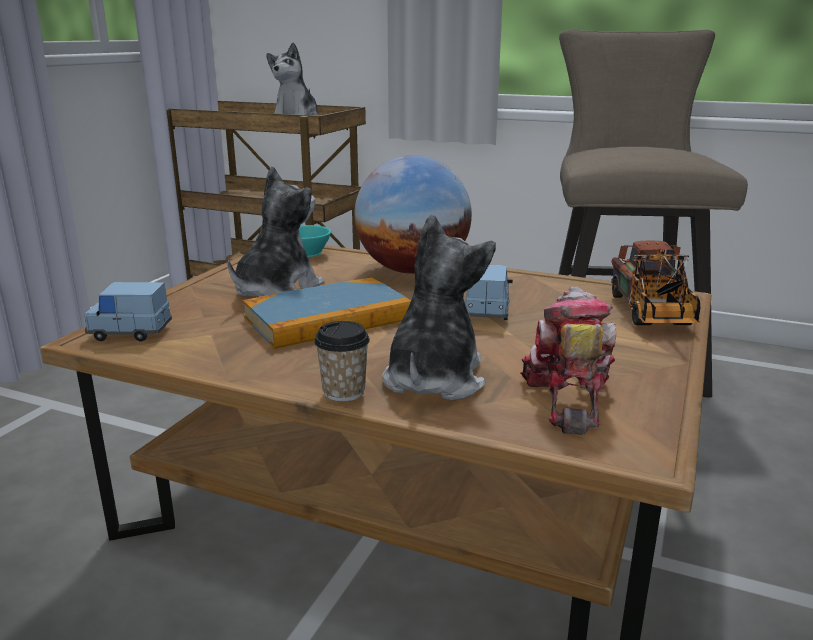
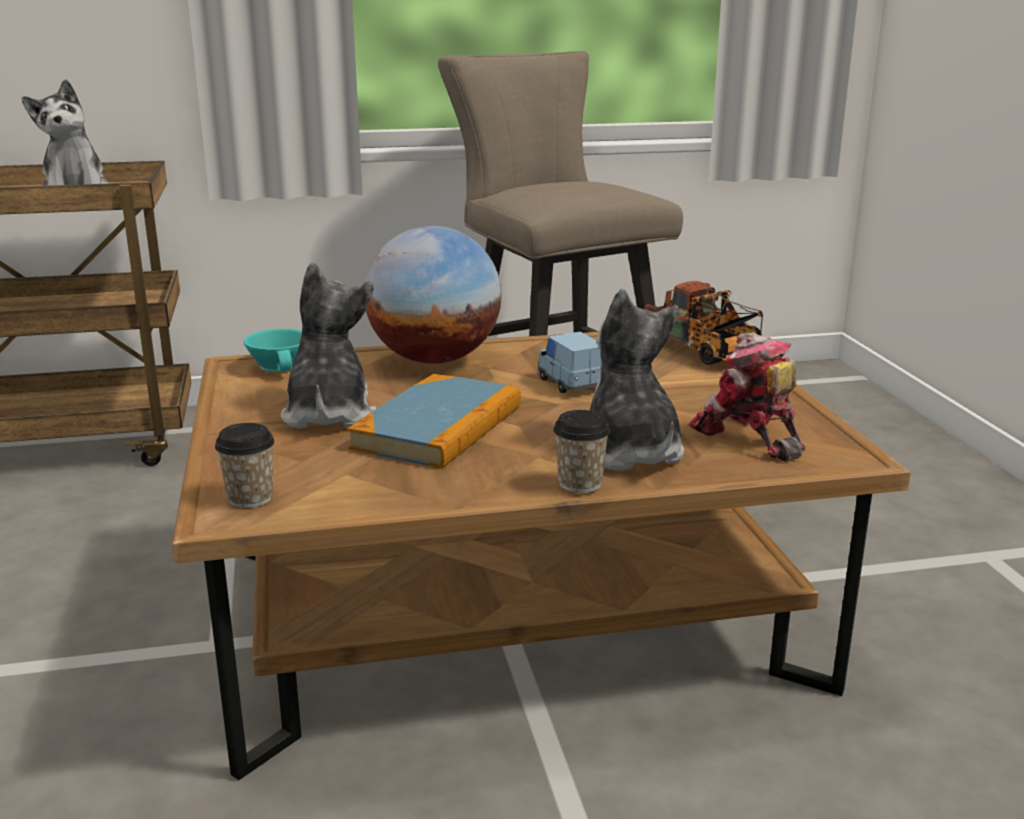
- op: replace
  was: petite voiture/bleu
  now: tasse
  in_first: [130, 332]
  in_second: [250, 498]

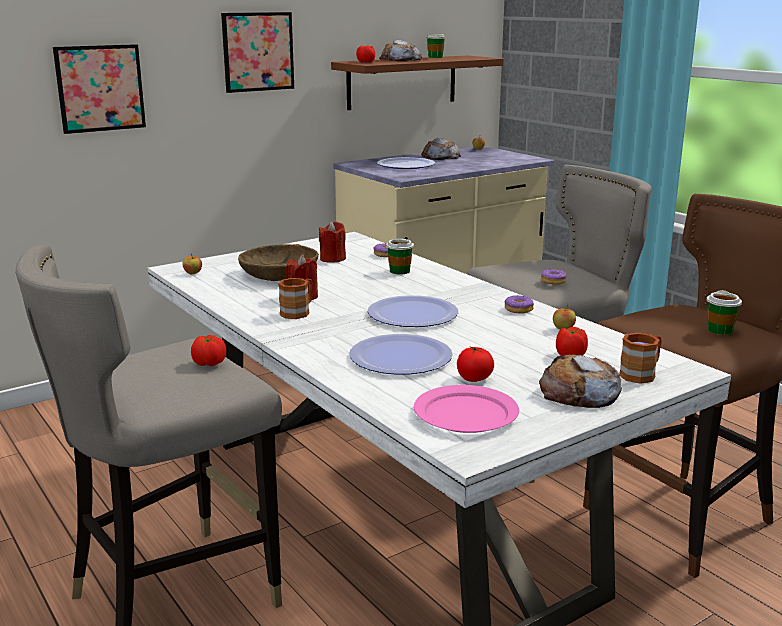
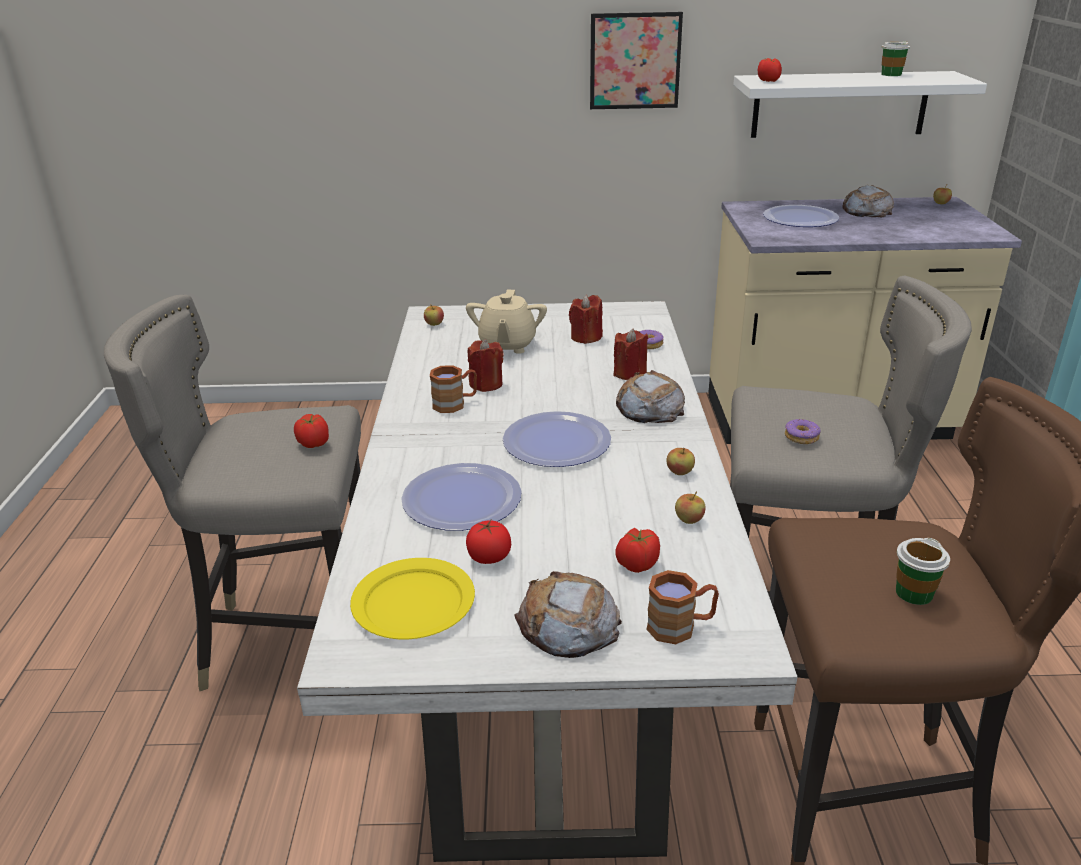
- op: delete
  was: tableau
  in_first: [100, 88]
- op: move
  was: pain
  in_first: [400, 60]
  in_second: [649, 407]
- op: replace
  was: bol/marron
  now: théière/beige
  in_first: [279, 274]
  in_second: [507, 345]
- op: replace
  was: tasse
  now: bougie/rouge
  in_first: [399, 271]
  in_second: [630, 374]
- op: replace
  was: beignet
  now: pomme
  in_first: [519, 309]
  in_second: [680, 472]
- op: recolor
  was: étagère/marron
  now: étagère/blanc
  in_first: [402, 82]
  in_second: [839, 104]
- op: recolor
  was: assiette/rose
  now: assiette/jaune
  in_first: [466, 414]
  in_second: [414, 603]

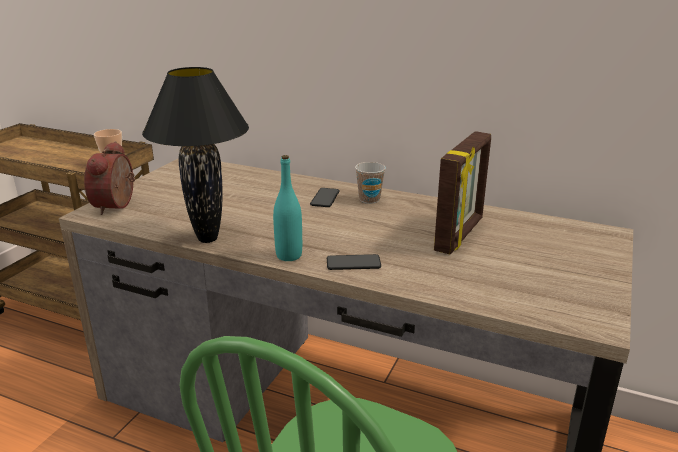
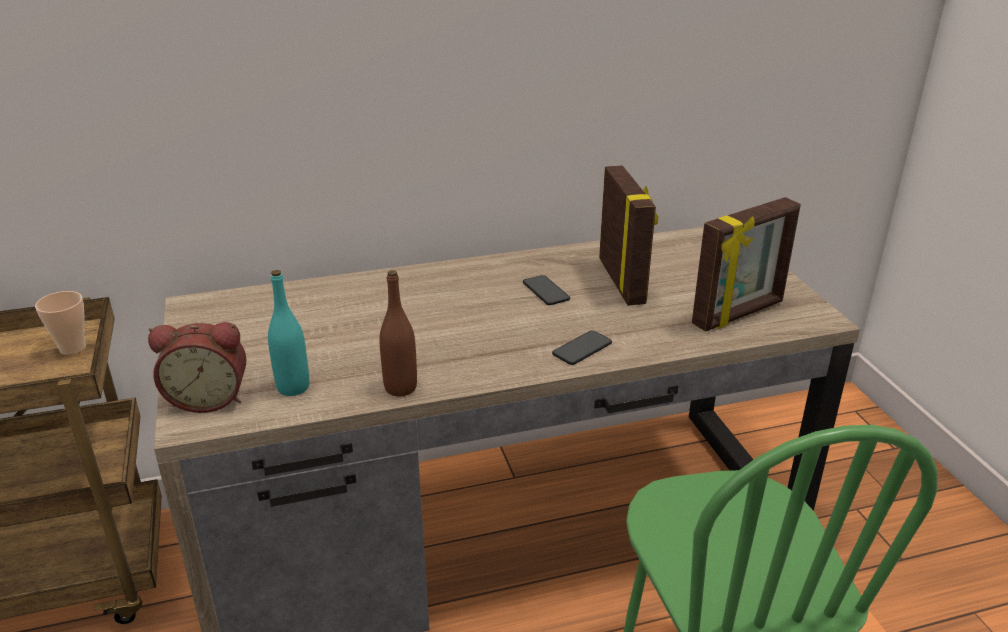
- op: delete
  was: tasse
  in_first: [369, 199]
- op: insert
  now: cadre photo
  in_second: [739, 314]
- op: move
  was: bouteille/turquoise
  in_first: [289, 255]
  in_second: [293, 387]
- op: move
  was: téléphone
  in_first: [325, 198]
  in_second: [546, 291]
- op: replace
  was: lampe de table/noir
  now: bouteille/marron
  in_first: [208, 239]
  in_second: [400, 388]
- op: rotate
  was: réveil
  in_first: [117, 206]
  in_second: [209, 398]
  clockwise: -60

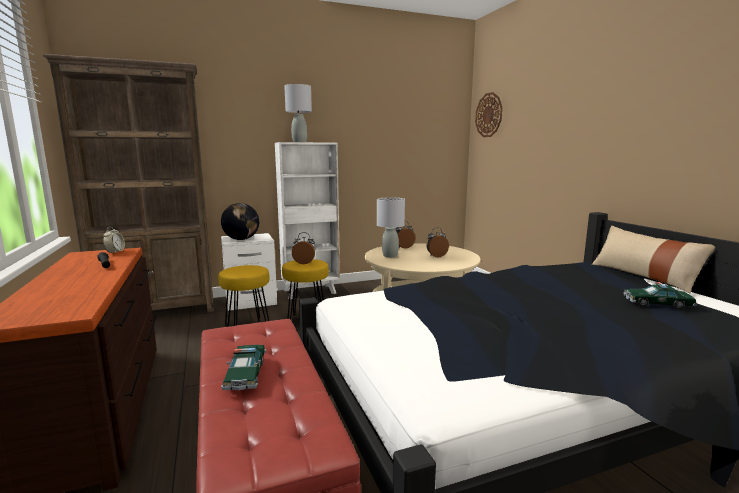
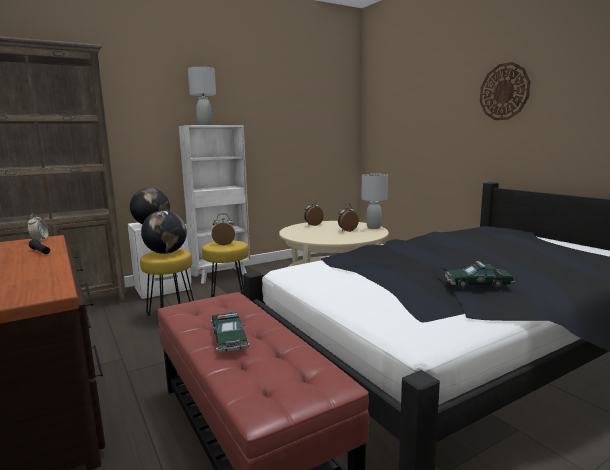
- op: delete
  was: coussin/beige
  in_first: [643, 276]
- op: insert
  now: globe
  in_second: [166, 252]
- op: move
  was: lampe de table/gris
  in_first: [389, 256]
  in_second: [373, 227]
- op: move
  was: horloge murale
  in_first: [489, 115]
  in_second: [504, 92]
- op: move
  was: petite voiture
  in_first: [657, 304]
  in_second: [477, 284]

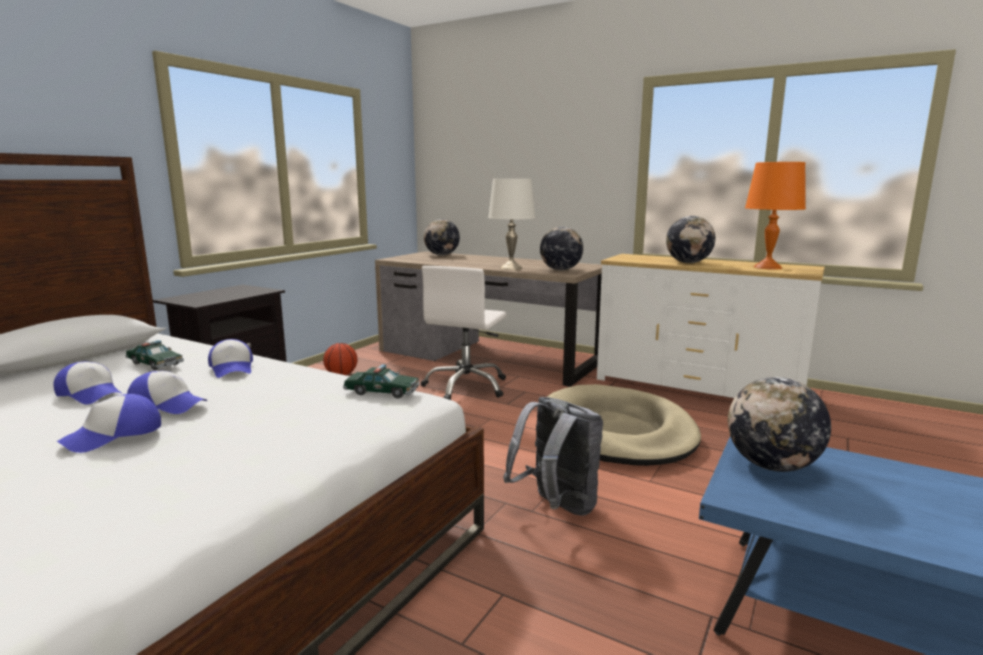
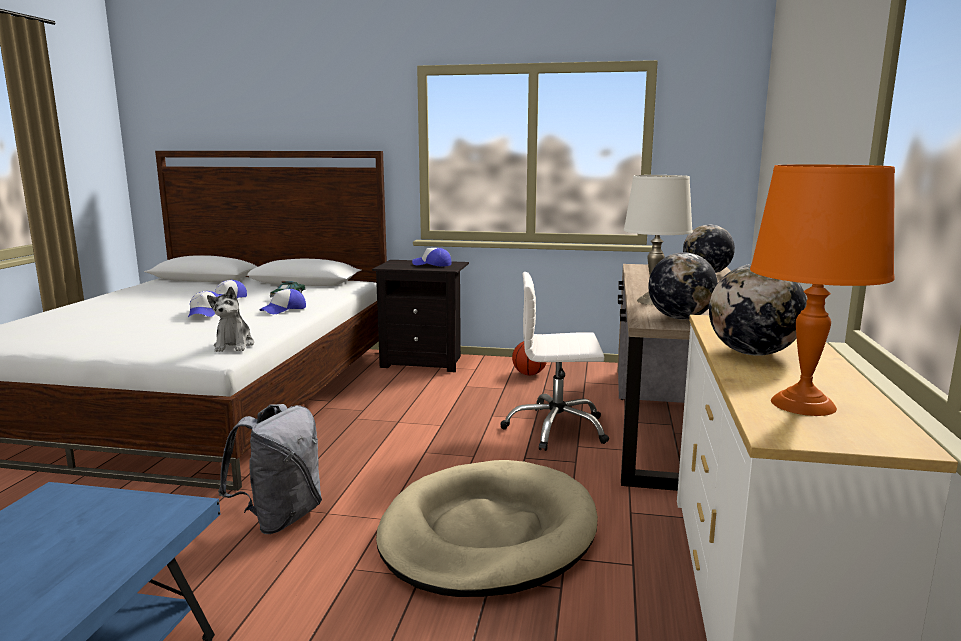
- op: delete
  was: globe
  in_first: [772, 466]
- op: move
  was: casquette
  in_first: [114, 435]
  in_second: [432, 264]
- op: replace
  was: petite voiture
  now: peluche
  in_first: [382, 392]
  in_second: [234, 345]

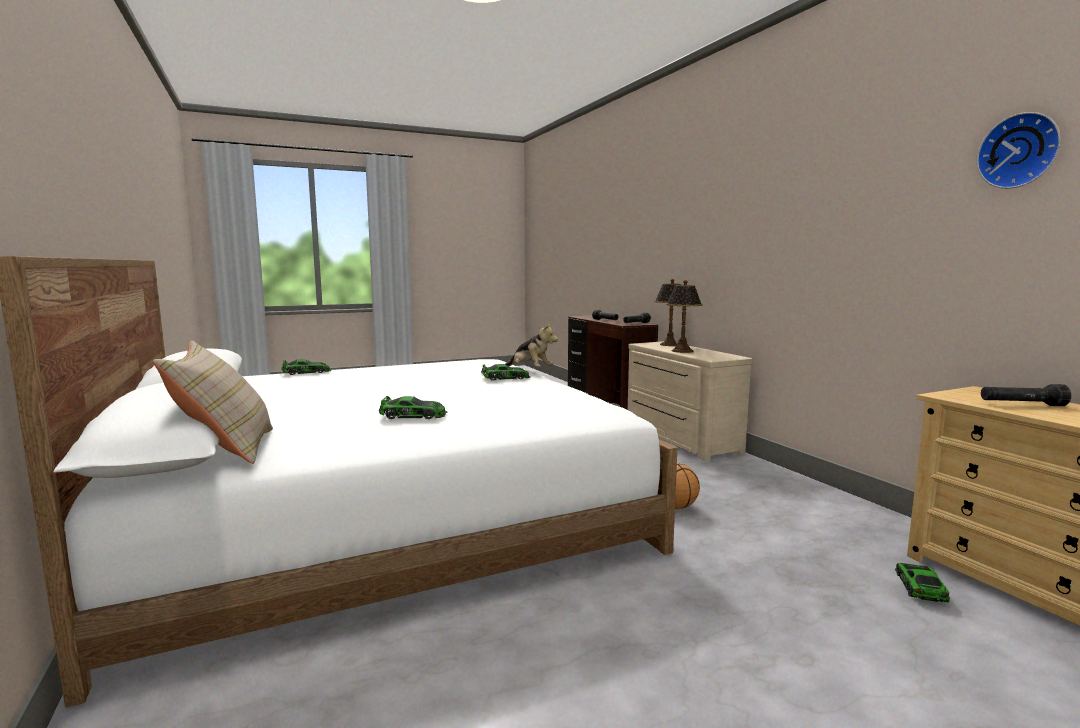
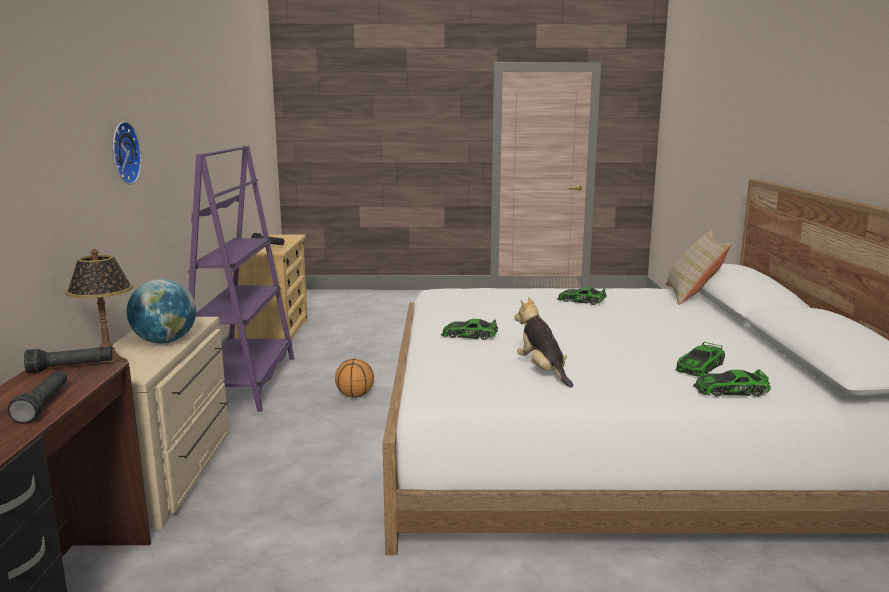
- op: insert
  now: bibliothèque/violet
  in_second: [244, 383]
- op: move
  was: peluche
  in_first: [530, 370]
  in_second: [542, 371]
- op: move
  was: petite voiture
  in_first: [920, 587]
  in_second: [700, 366]
- op: move
  was: horloge murale
  in_first: [1020, 151]
  in_second: [122, 153]
- op: replace
  was: lampe de table
  now: globe
  in_first: [682, 351]
  in_second: [165, 342]

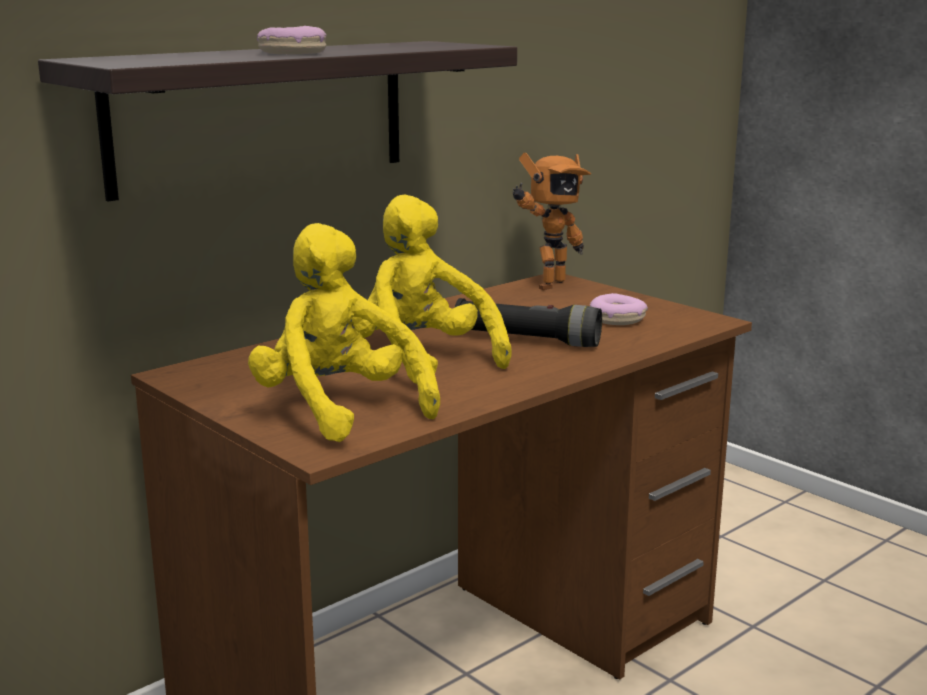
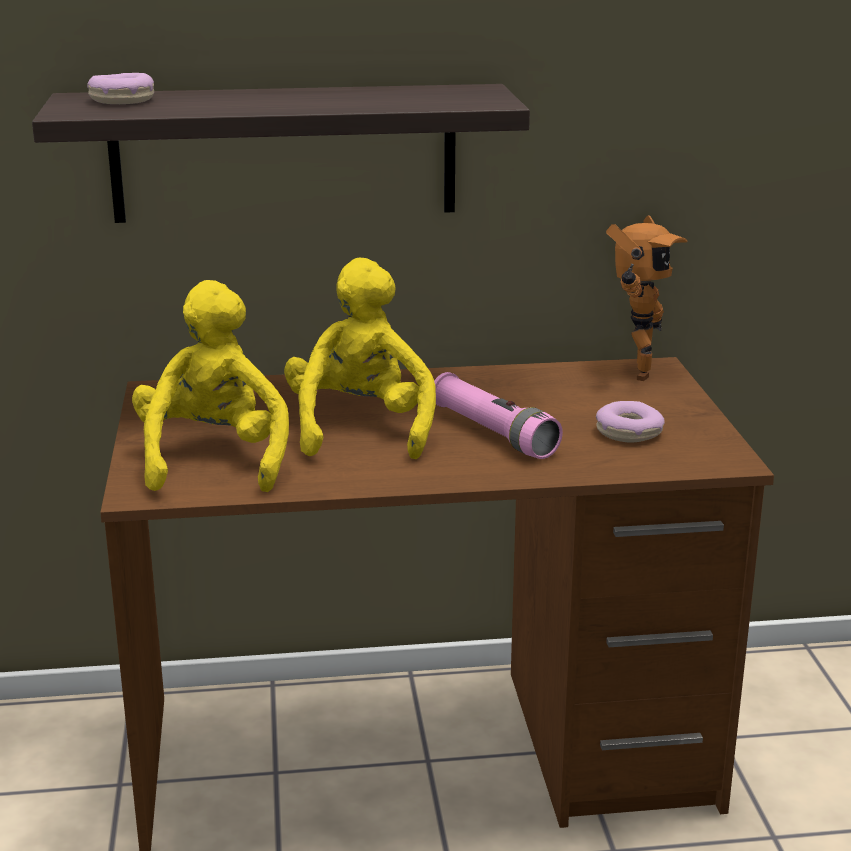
- op: move
  was: beignet
  in_first: [292, 53]
  in_second: [122, 100]
- op: recolor
  was: lampe de poche/noir
  now: lampe de poche/rose
  in_first: [526, 340]
  in_second: [492, 433]
- op: rotate
  was: robot jouet
  in_first: [546, 284]
  in_second: [634, 372]
  clockwise: -60

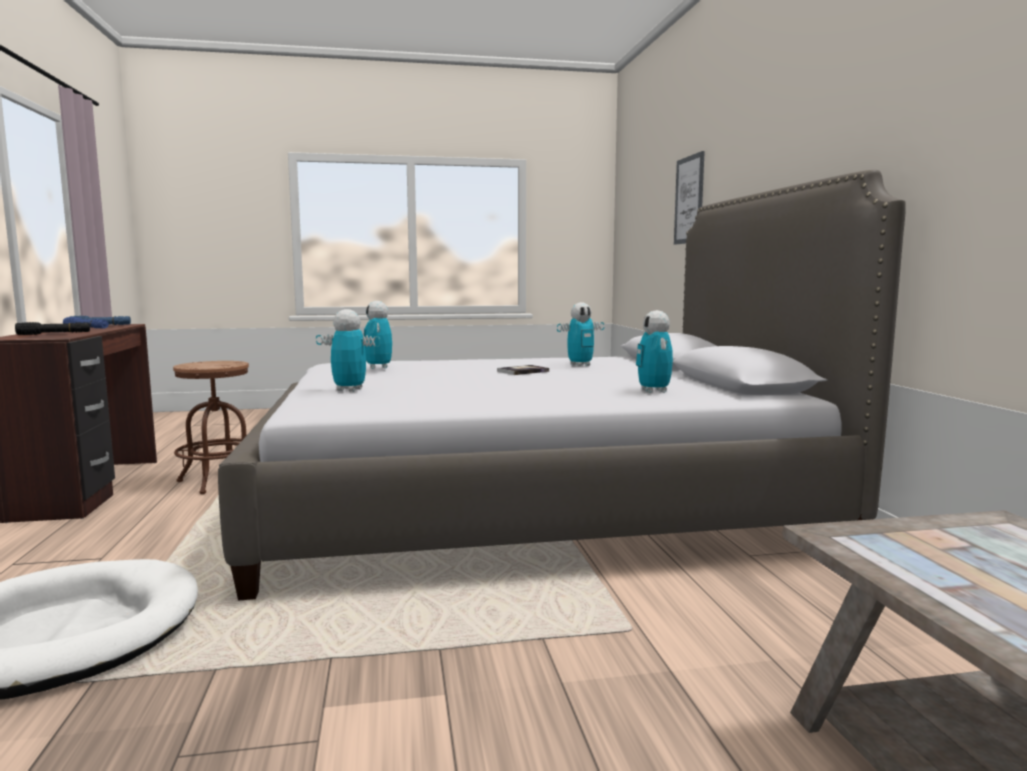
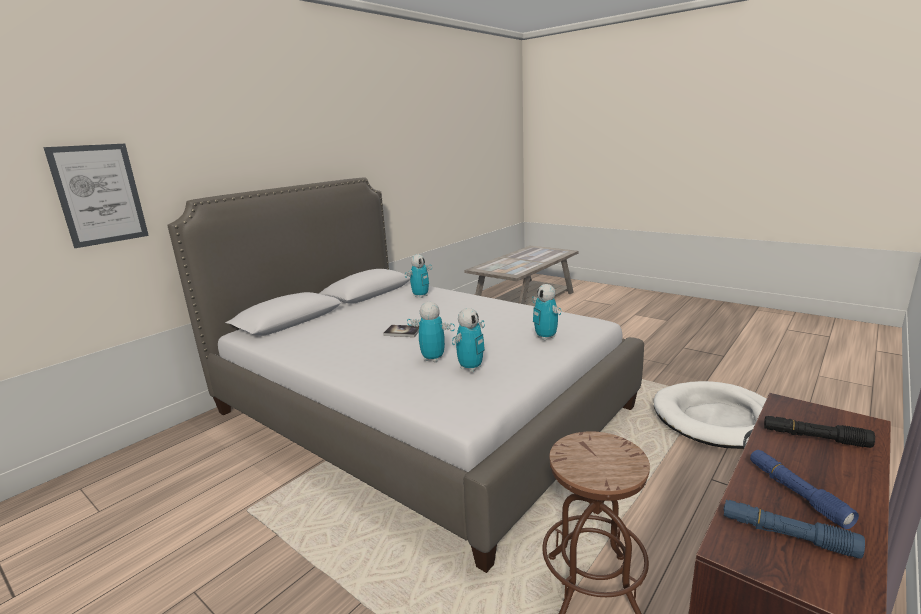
- op: move
  was: robot jouet
  in_first: [580, 365]
  in_second: [433, 359]

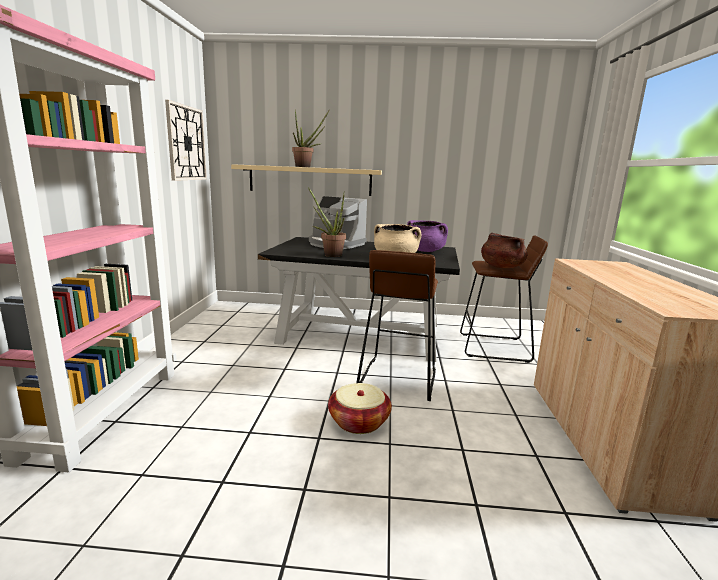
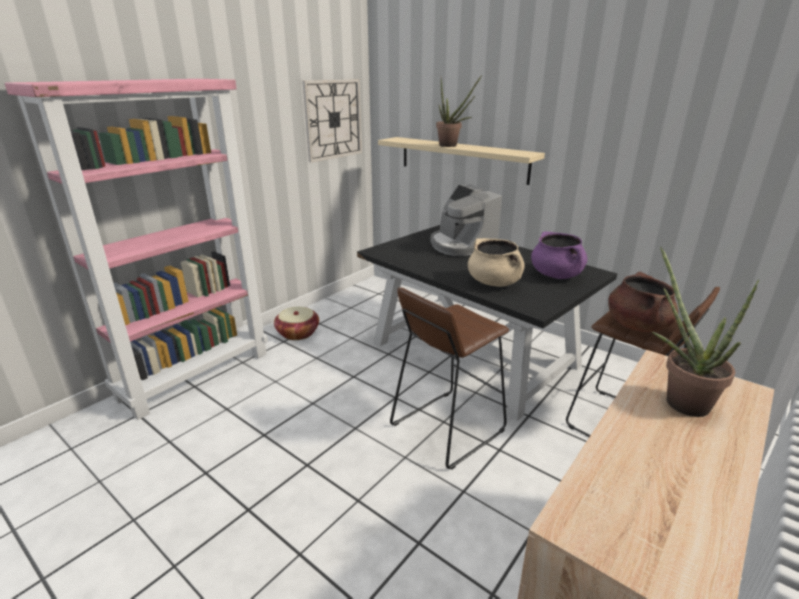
- op: move
  was: plante en pot
  in_first: [329, 254]
  in_second: [679, 399]
- op: move
  was: panier
  in_first: [358, 422]
  in_second: [298, 333]

